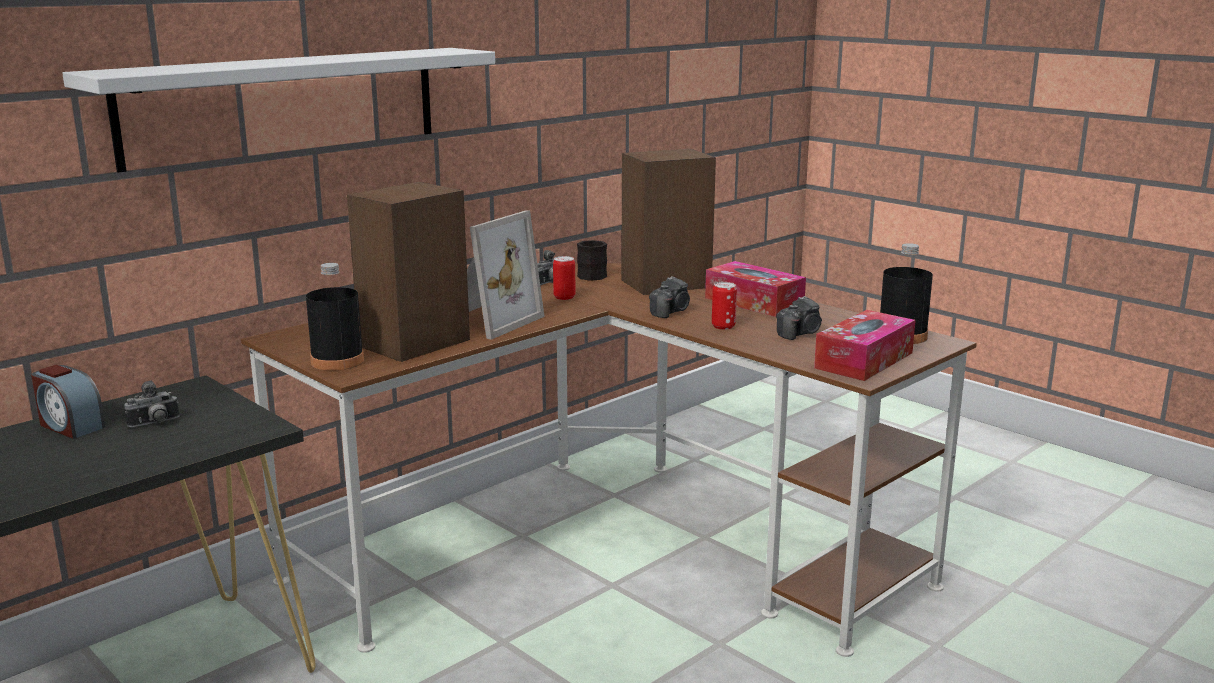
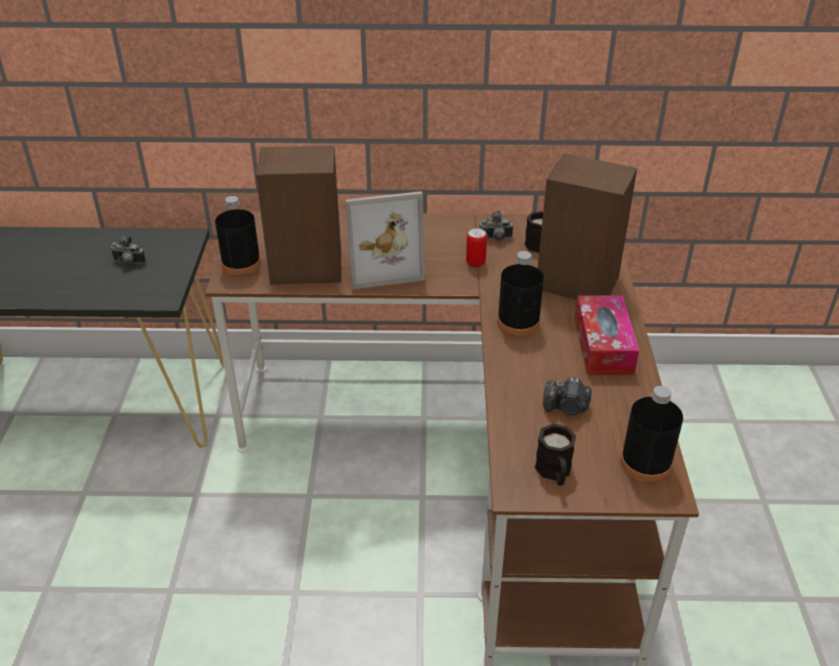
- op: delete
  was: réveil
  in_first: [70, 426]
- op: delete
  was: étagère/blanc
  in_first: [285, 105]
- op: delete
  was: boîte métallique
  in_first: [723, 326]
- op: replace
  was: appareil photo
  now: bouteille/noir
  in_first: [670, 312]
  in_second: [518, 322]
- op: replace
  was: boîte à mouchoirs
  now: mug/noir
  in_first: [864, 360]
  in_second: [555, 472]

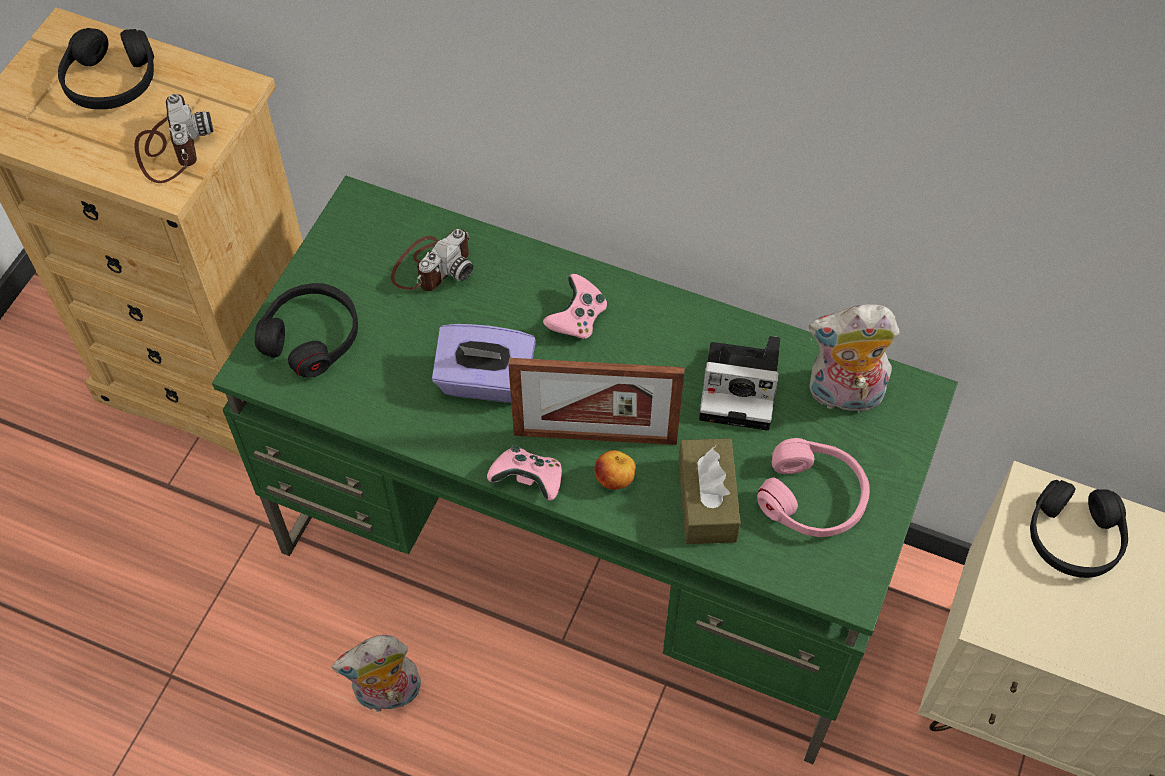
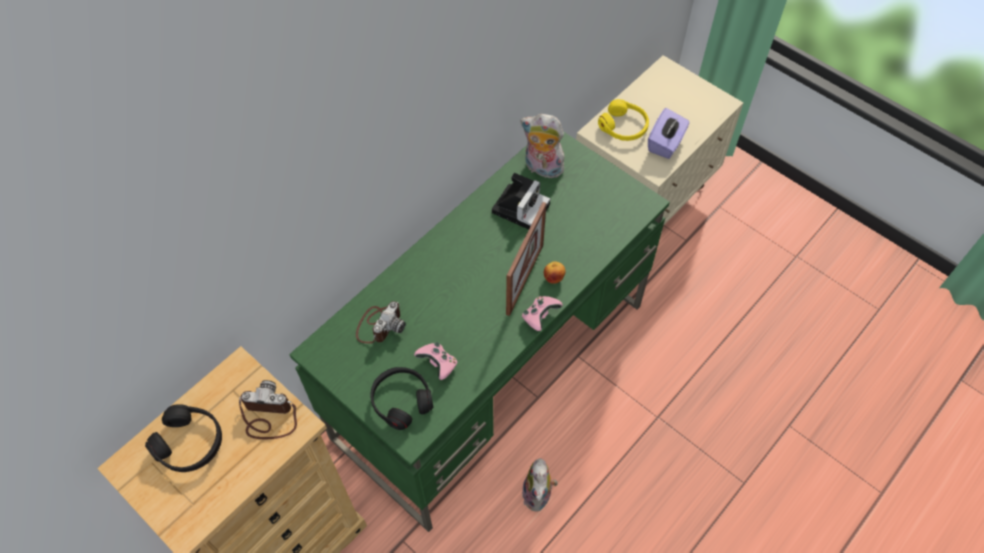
- op: delete
  was: boîte à mouchoirs/marron
  in_first: [707, 500]
- op: delete
  was: casque audio/rose
  in_first: [813, 497]
- op: move
  was: boîte à mouchoirs/violet
  in_first: [485, 381]
  in_second: [665, 143]
- op: move
  was: manette/rose
  in_first: [577, 319]
  in_second: [438, 364]
- op: recolor
  was: casque audio/noir
  now: casque audio/jaune
  in_first: [1073, 537]
  in_second: [623, 126]
- op: rotate
  was: appareil photo
  in_first: [432, 265]
  in_second: [379, 325]
  clockwise: 60
- op: rotate
  was: peluche
  in_first: [843, 395]
  in_second: [541, 168]
  clockwise: 90

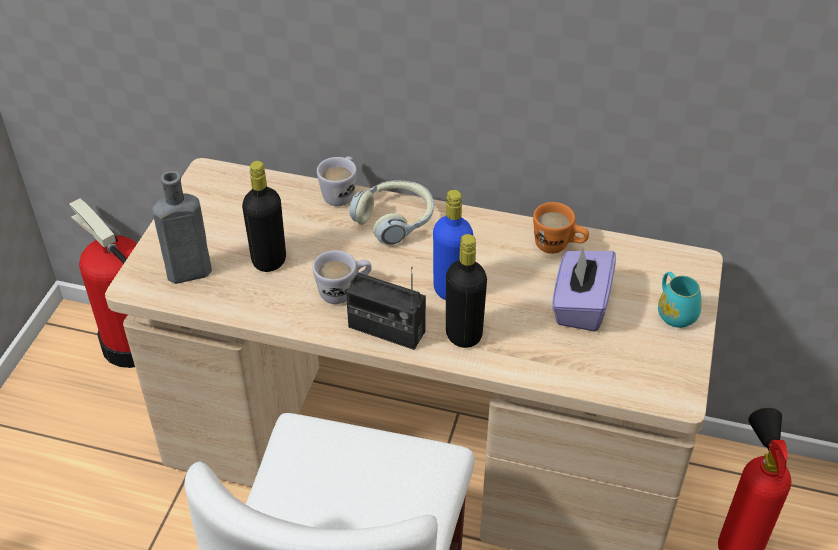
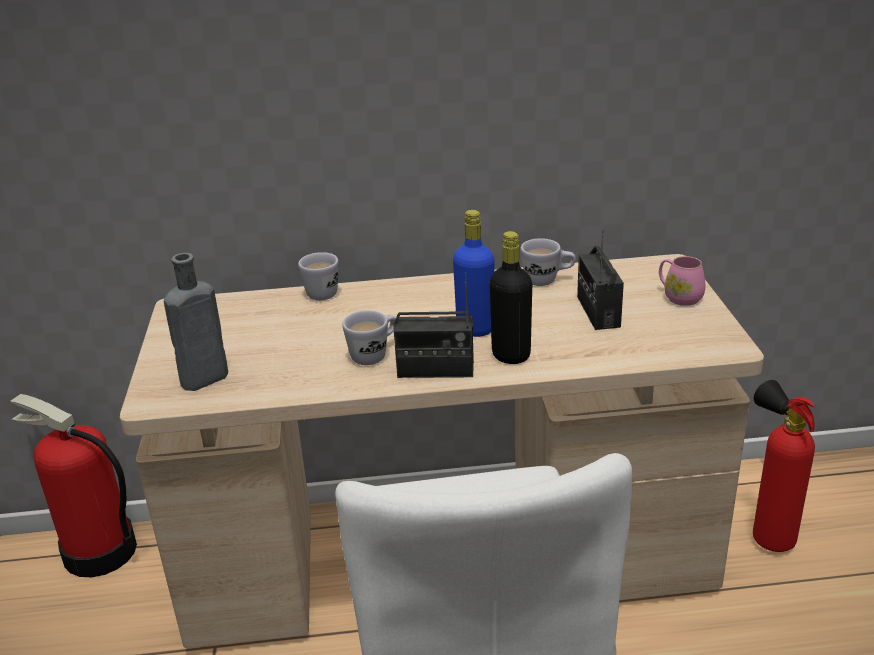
- op: delete
  was: bouteille/noir
  in_first: [269, 260]
- op: delete
  was: casque audio
  in_first: [395, 220]
- op: replace
  was: boîte à mouchoirs/violet
  now: radio
  in_first: [580, 306]
  in_second: [597, 312]
- op: recolor
  was: mug/orange
  now: mug/blanc
  in_first: [558, 247]
  in_second: [547, 280]
- op: recolor
  was: mug/turquoise
  now: mug/rose
  in_first: [674, 312]
  in_second: [679, 297]

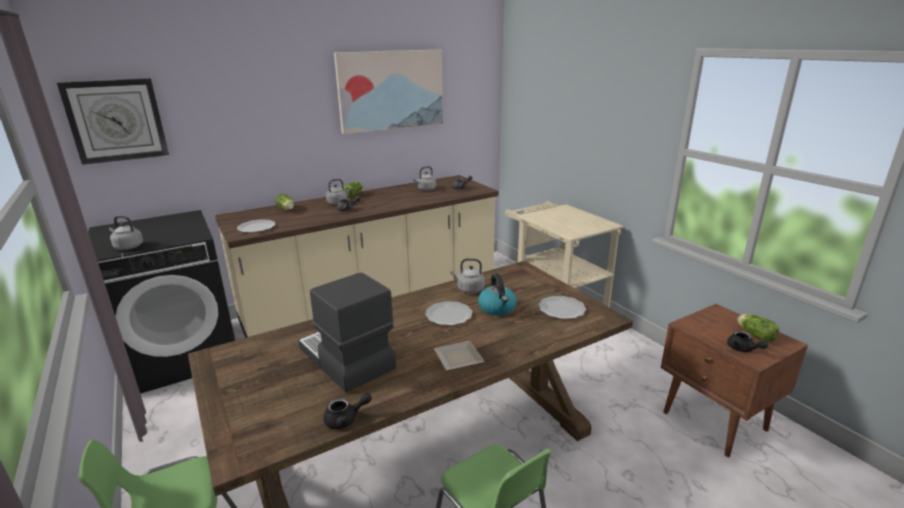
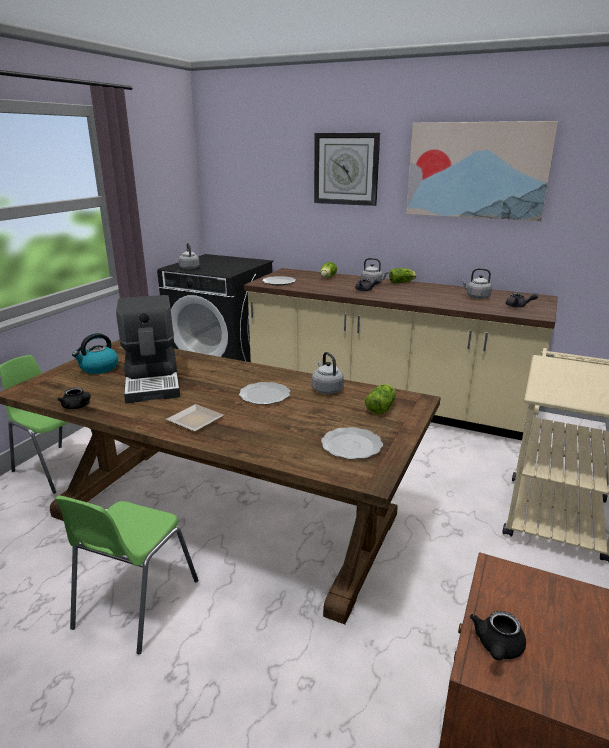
- op: move
  was: horloge murale
  in_first: [116, 120]
  in_second: [346, 169]
- op: move
  was: bouilloire
  in_first: [497, 308]
  in_second: [99, 368]
- op: move
  was: laitue
  in_first: [754, 334]
  in_second: [381, 407]
- op: rotate
  was: machine à café
  in_first: [345, 359]
  in_second: [153, 381]
  clockwise: 150

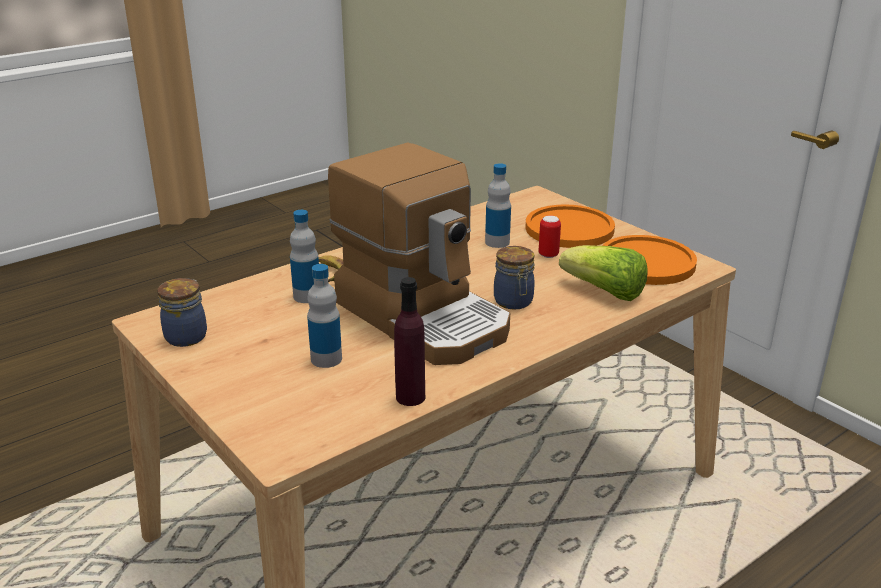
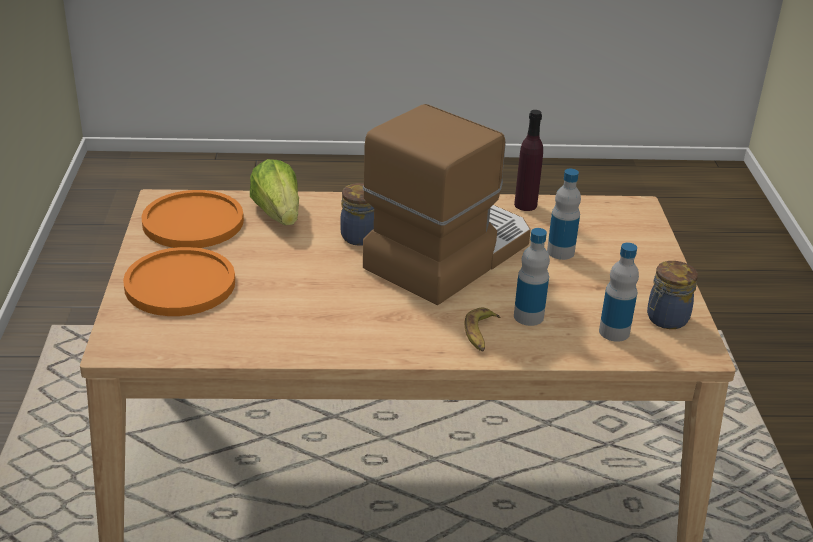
- op: delete
  was: boîte métallique
  in_first: [548, 255]
- op: move
  was: bouteille
  in_first: [497, 242]
  in_second: [614, 332]
- op: rotate
  was: machine à café
  in_first: [424, 316]
  in_second: [447, 254]
  clockwise: 45

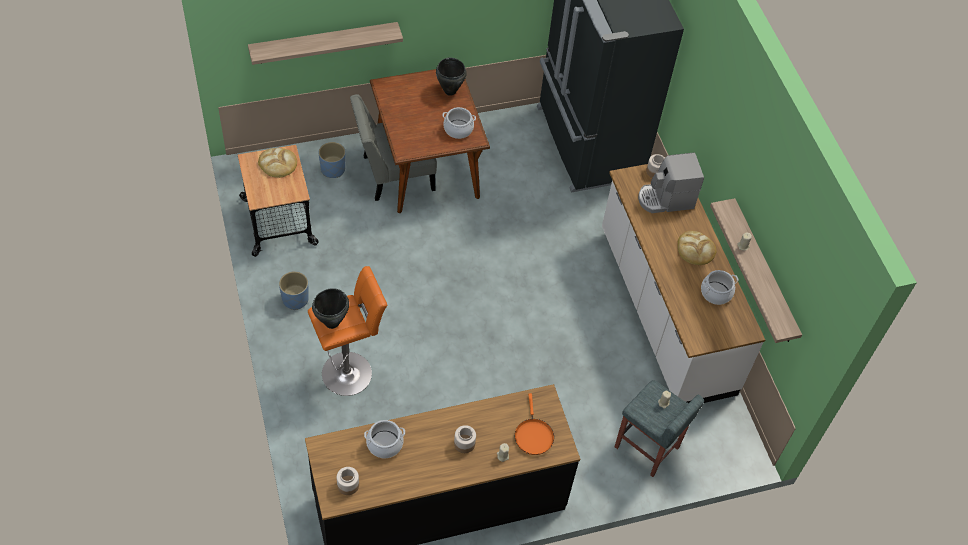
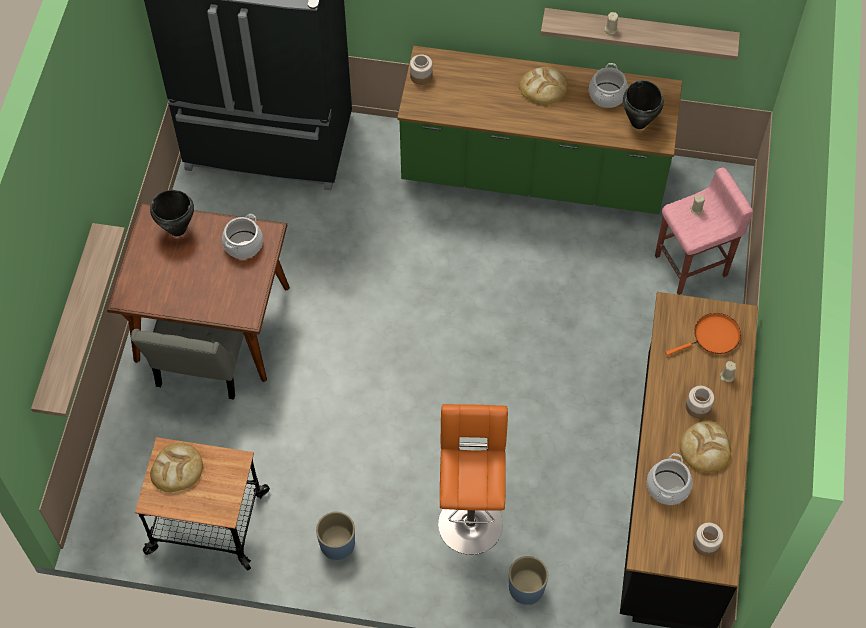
- op: delete
  was: machine à café
  in_first: [665, 199]
- op: insert
  now: pain
  in_second: [705, 448]
- op: move
  was: marmite/noir
  in_first: [332, 322]
  in_second: [639, 122]
- op: move
  was: cache-pot/bleu
  in_first: [333, 169]
  in_second: [526, 588]
- op: recolor
  was: comptoir de cuisine/blanc
  now: comptoir de cuisine/vert
  in_first: [664, 311]
  in_second: [533, 174]
- op: recolor
  was: tabouret/gris
  now: tabouret/rose
  in_first: [647, 448]
  in_second: [692, 265]
- op: rotate
  was: poêle/orange
  in_first: [533, 435]
  in_second: [713, 337]
  clockwise: -45

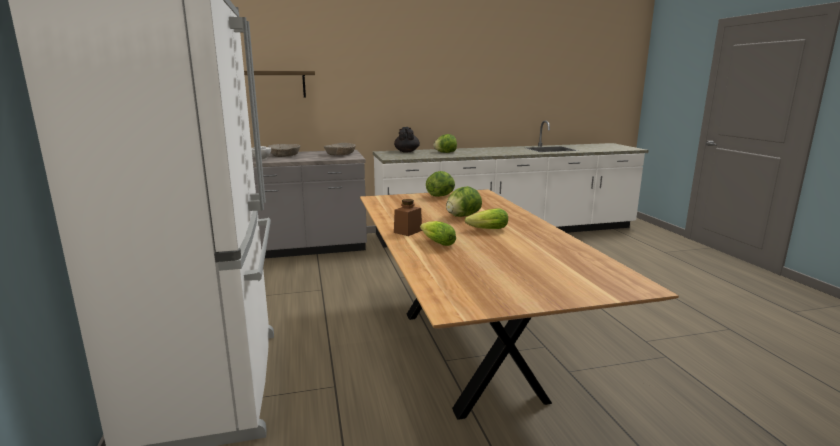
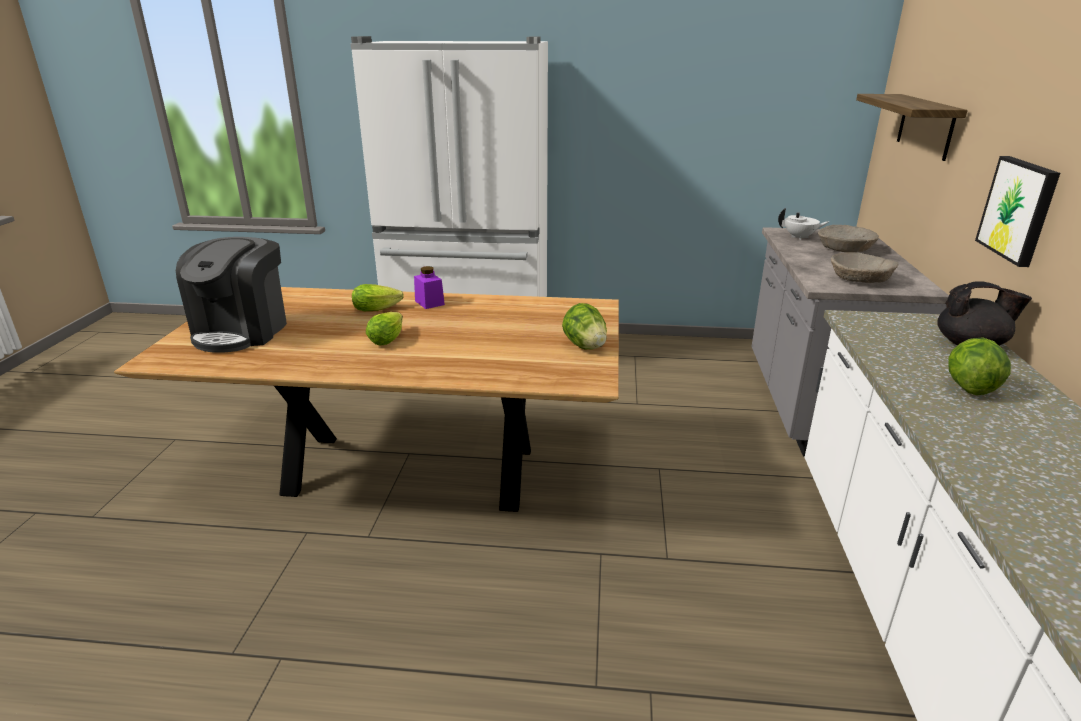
- op: delete
  was: laitue
  in_first: [462, 216]
- op: insert
  now: machine à café
  in_second: [242, 331]
- op: insert
  now: tableau
  in_second: [1019, 210]
- op: recolor
  was: bocal/marron
  now: bocal/violet
  in_first: [408, 231]
  in_second: [429, 303]

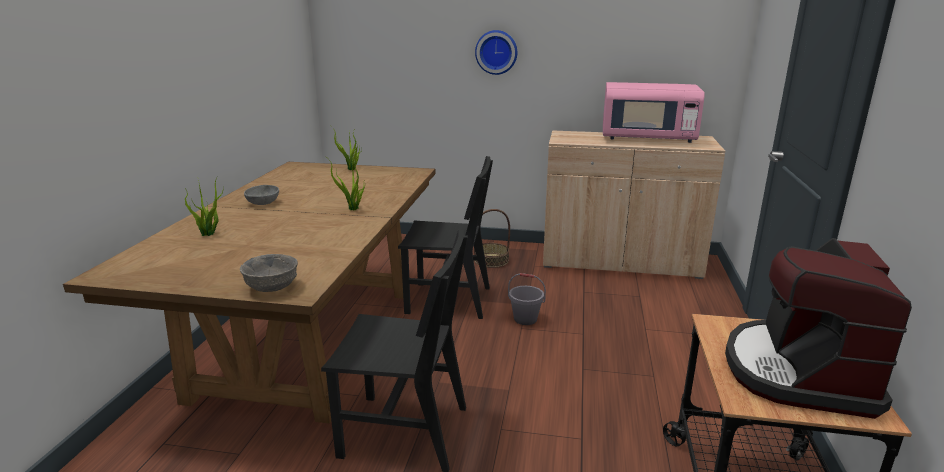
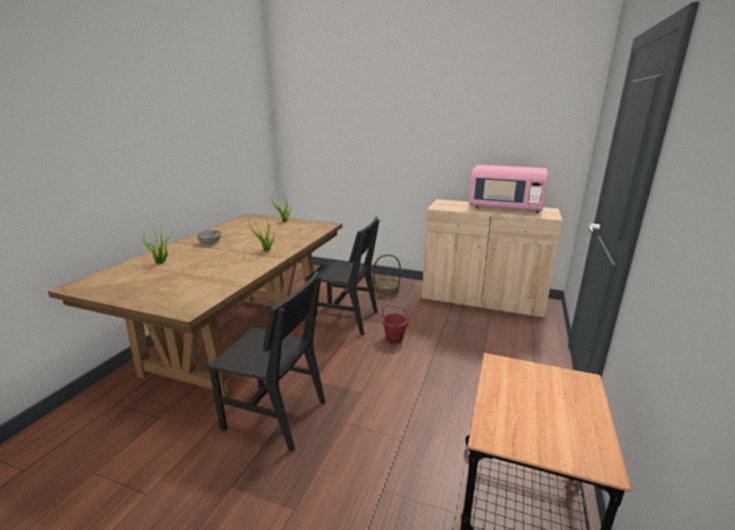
- op: delete
  was: bol/gris
  in_first: [271, 288]
- op: delete
  was: horloge murale
  in_first: [496, 52]
- op: delete
  was: machine à café
  in_first: [798, 372]
- op: recolor
  was: seau/gris
  now: seau/rouge
  in_first: [525, 319]
  in_second: [394, 338]

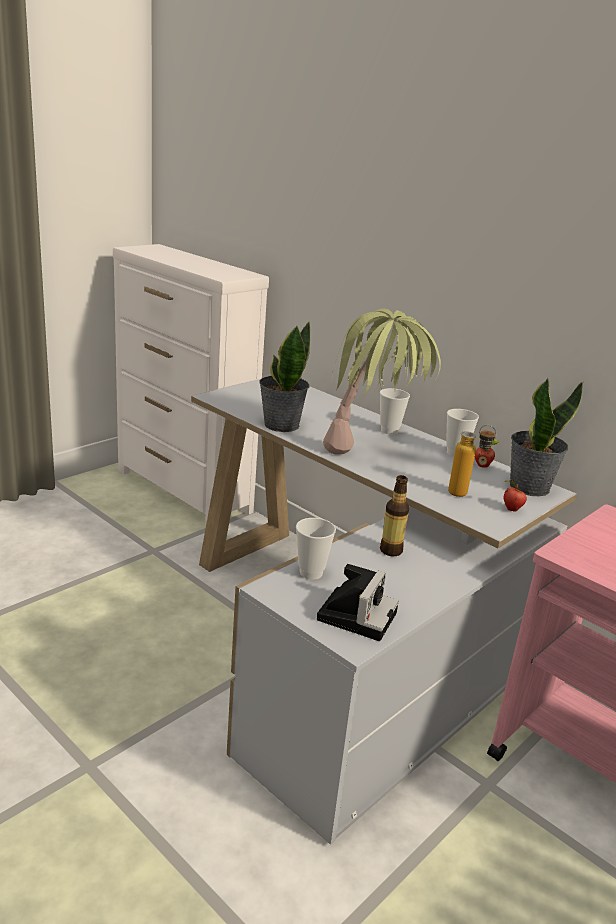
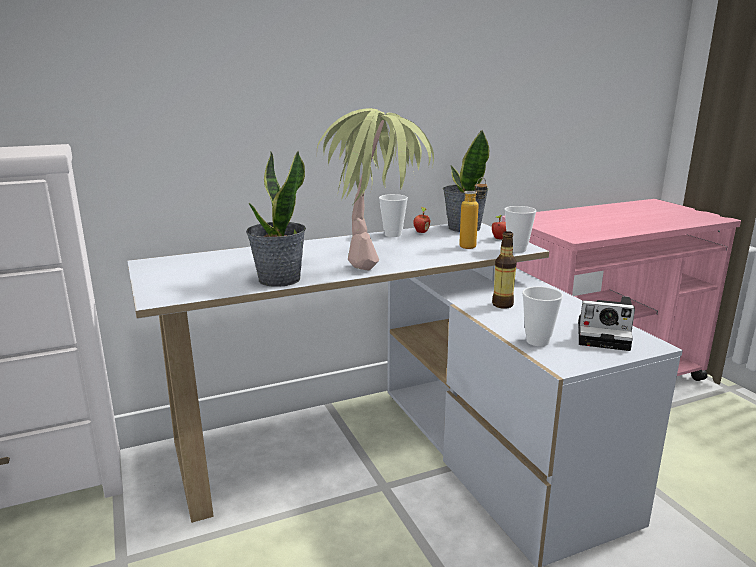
- op: move
  was: tasse
  in_first: [389, 431]
  in_second: [517, 249]
- op: rotate
  was: appareil photo
  in_first: [357, 614]
  in_second: [606, 335]
  clockwise: 150

